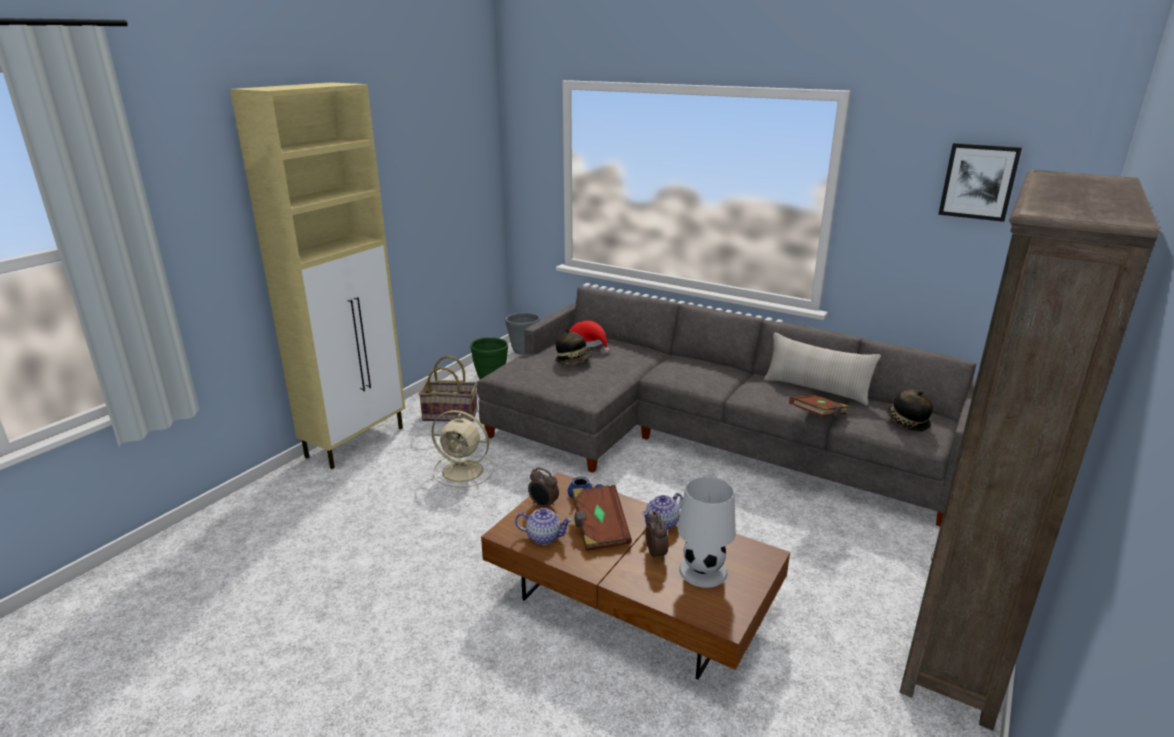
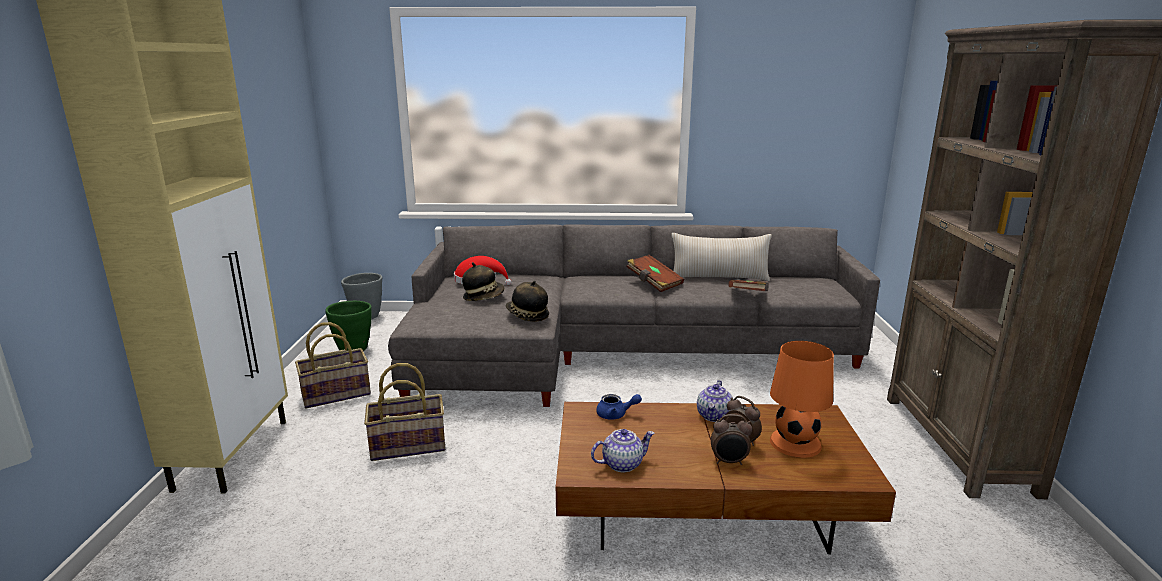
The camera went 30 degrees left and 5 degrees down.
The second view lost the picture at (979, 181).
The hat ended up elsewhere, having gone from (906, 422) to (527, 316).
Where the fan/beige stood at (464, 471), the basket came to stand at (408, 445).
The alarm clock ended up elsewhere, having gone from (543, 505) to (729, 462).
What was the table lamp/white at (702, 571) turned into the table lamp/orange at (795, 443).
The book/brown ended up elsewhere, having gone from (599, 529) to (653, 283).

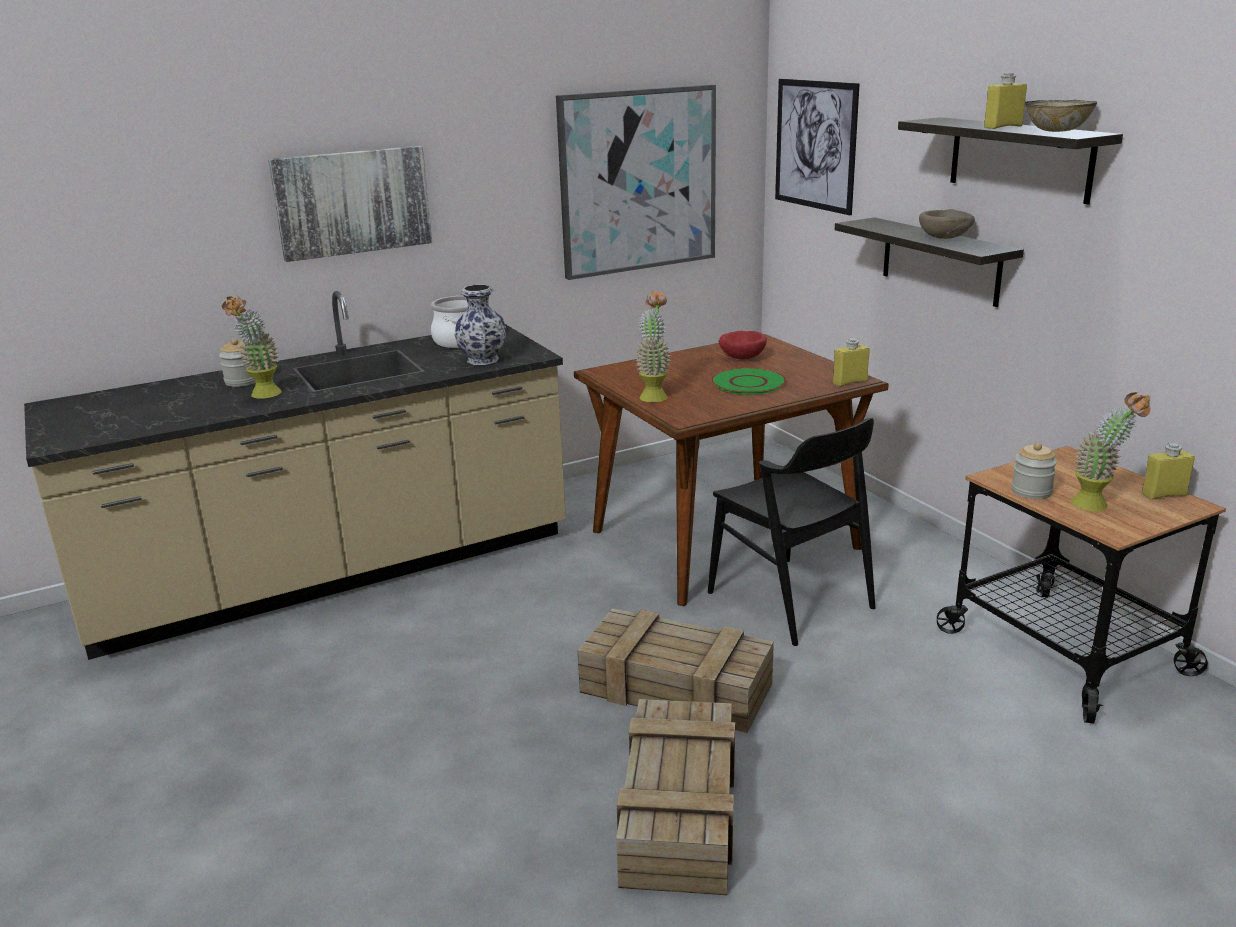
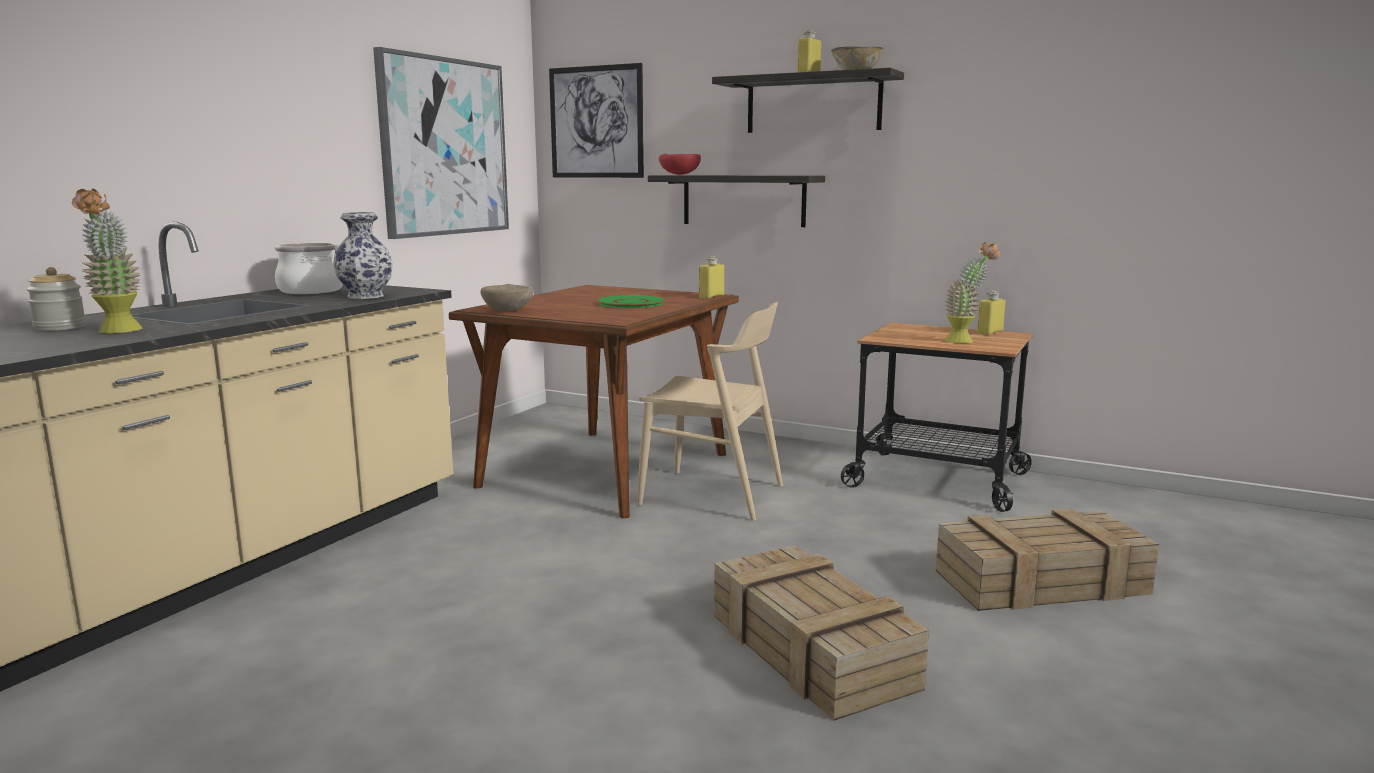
The camera went 35 degrees left and 10 degrees down.
The second view lost the picture at (352, 202).
The bowl/beige ended up elsewhere, having gone from (946, 238) to (509, 311).
The second view lost the potted plant at (654, 395).
The bowl/red ended up elsewhere, having gone from (742, 357) to (679, 174).
What was the chair/black at (790, 600) turned into the chair/beige at (712, 494).
The second view lost the jar at (1031, 491).
The crate ended up elsewhere, having gone from (679, 688) to (1043, 581).

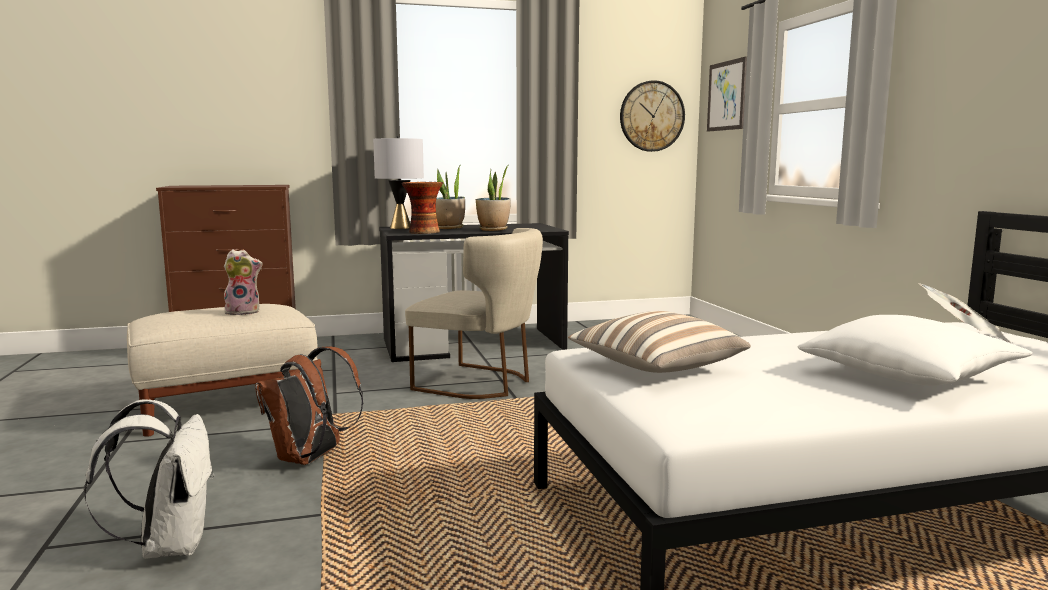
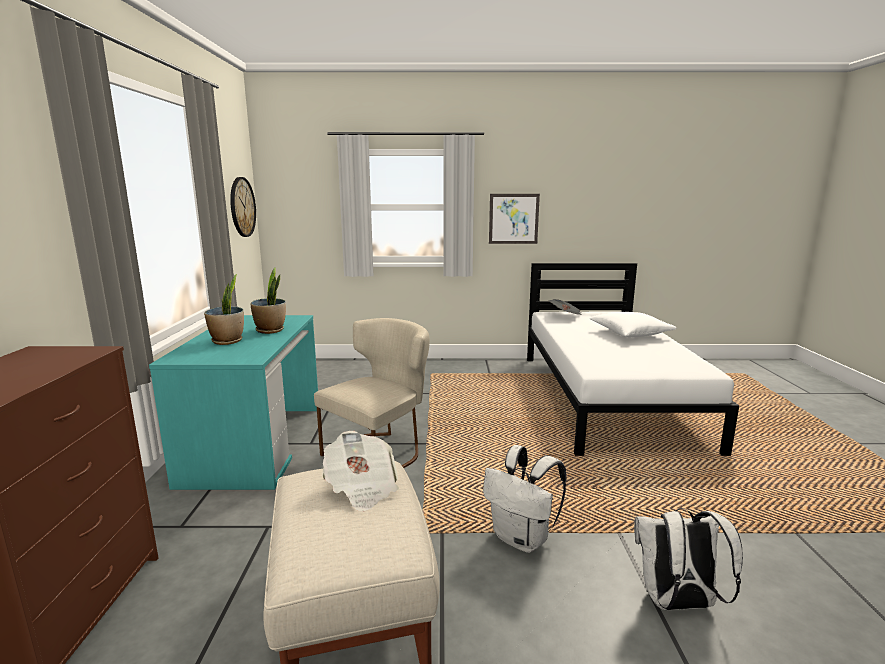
The camera went 75 degrees left and 5 degrees up.
The picture ended up elsewhere, having gone from (726, 96) to (513, 219).
The second view lost the table lamp/grey at (401, 227).
The second view lost the vase at (423, 232).
What was the desk/black at (472, 343) turned into the desk/turquoise at (255, 443).
Where the plush toy stood at (244, 312), the newspaper came to stand at (361, 488).
The second view lost the pillow at (655, 368).
What was the backpack/brown at (310, 459) turned into the backpack/white at (522, 539).

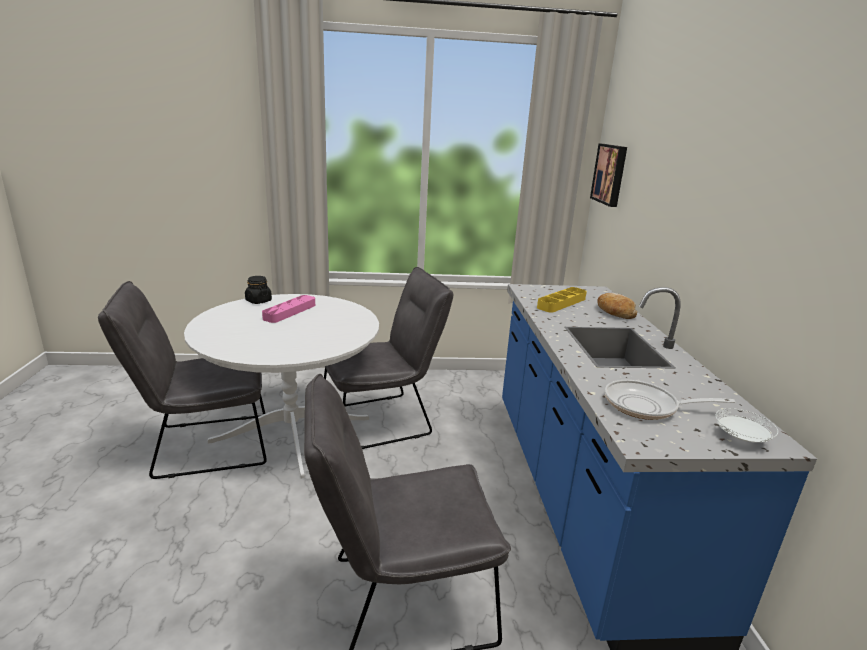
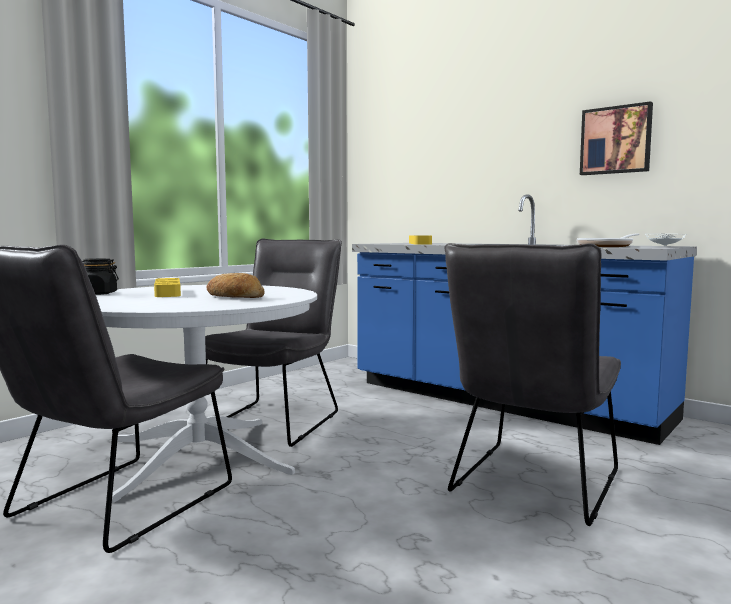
The camera went 45 degrees left and 15 degrees down.
The picture ended up elsewhere, having gone from (610, 174) to (616, 140).
The bread ended up elsewhere, having gone from (614, 312) to (234, 297).
What was the tray/pink at (290, 312) turned into the tray/yellow at (167, 292).

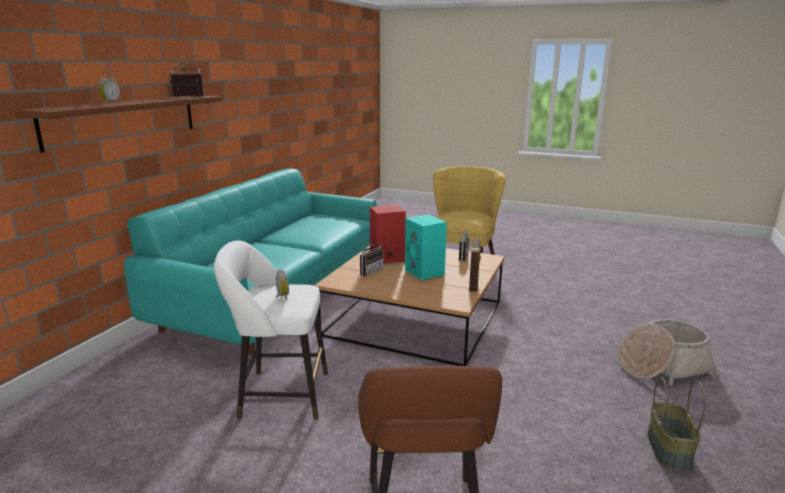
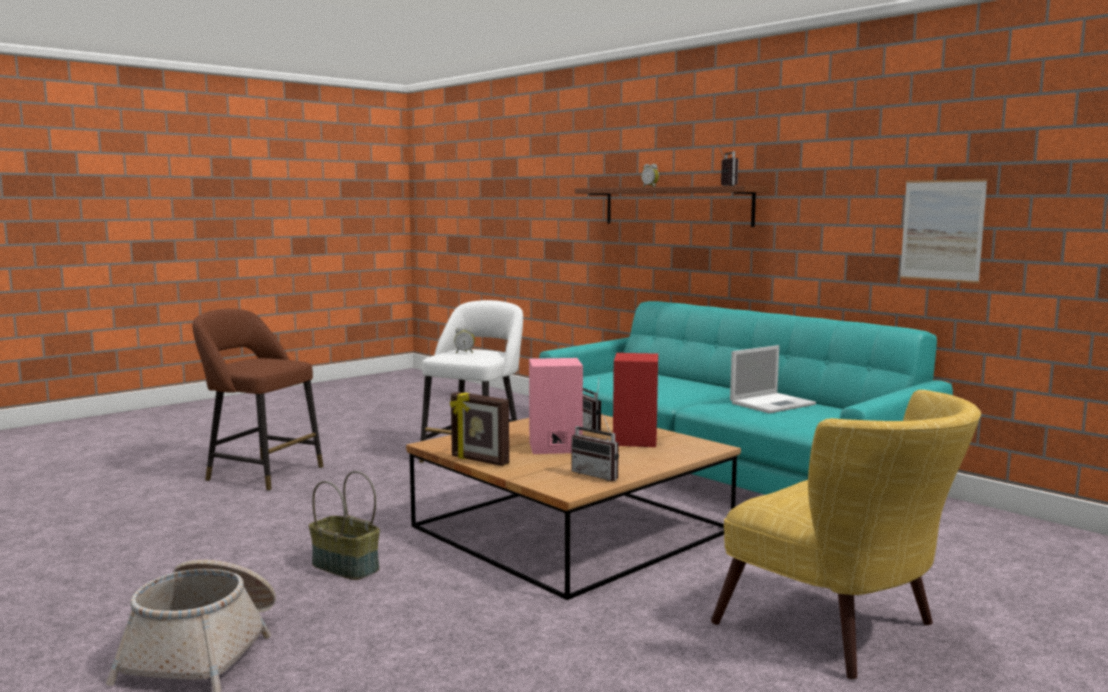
The camera went 115 degrees right and 10 degrees down.
What was the speaker/turquoise at (425, 272) turned into the speaker/pink at (554, 447).
The basket ended up elsewhere, having gone from (669, 450) to (344, 567).
The second view gained the picture at (942, 230).
The second view gained the laptop at (773, 403).

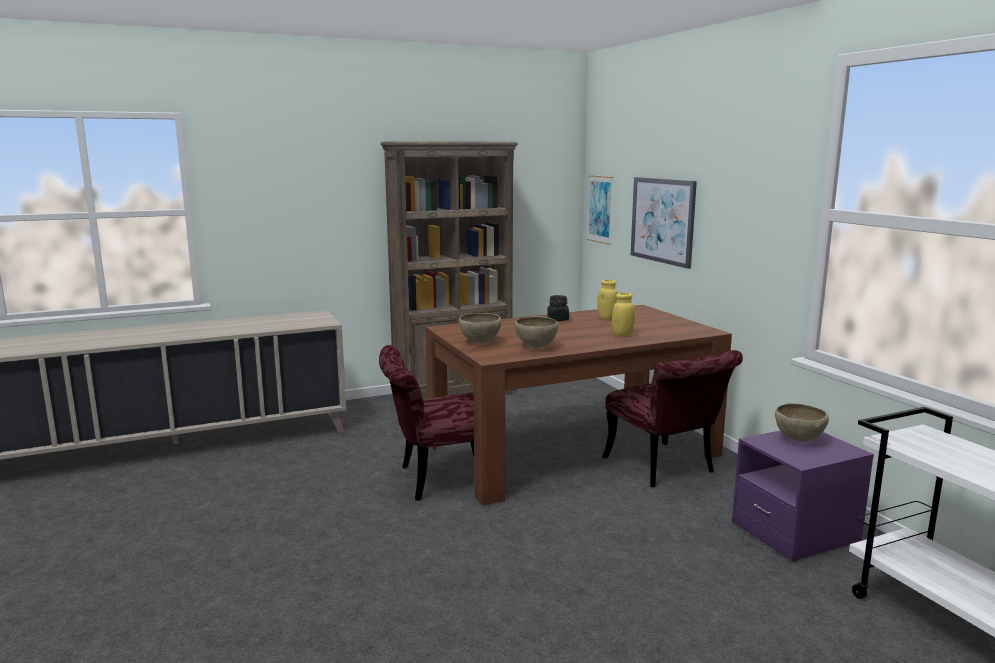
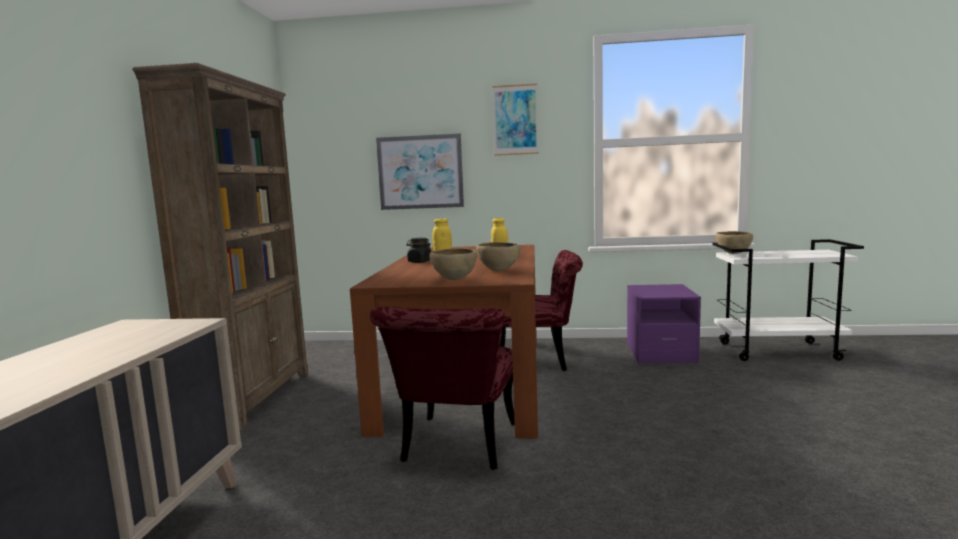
The camera went 60 degrees left and 5 degrees down.
The picture ended up elsewhere, having gone from (600, 209) to (515, 120).
The bowl/brown ended up elsewhere, having gone from (798, 440) to (733, 254).

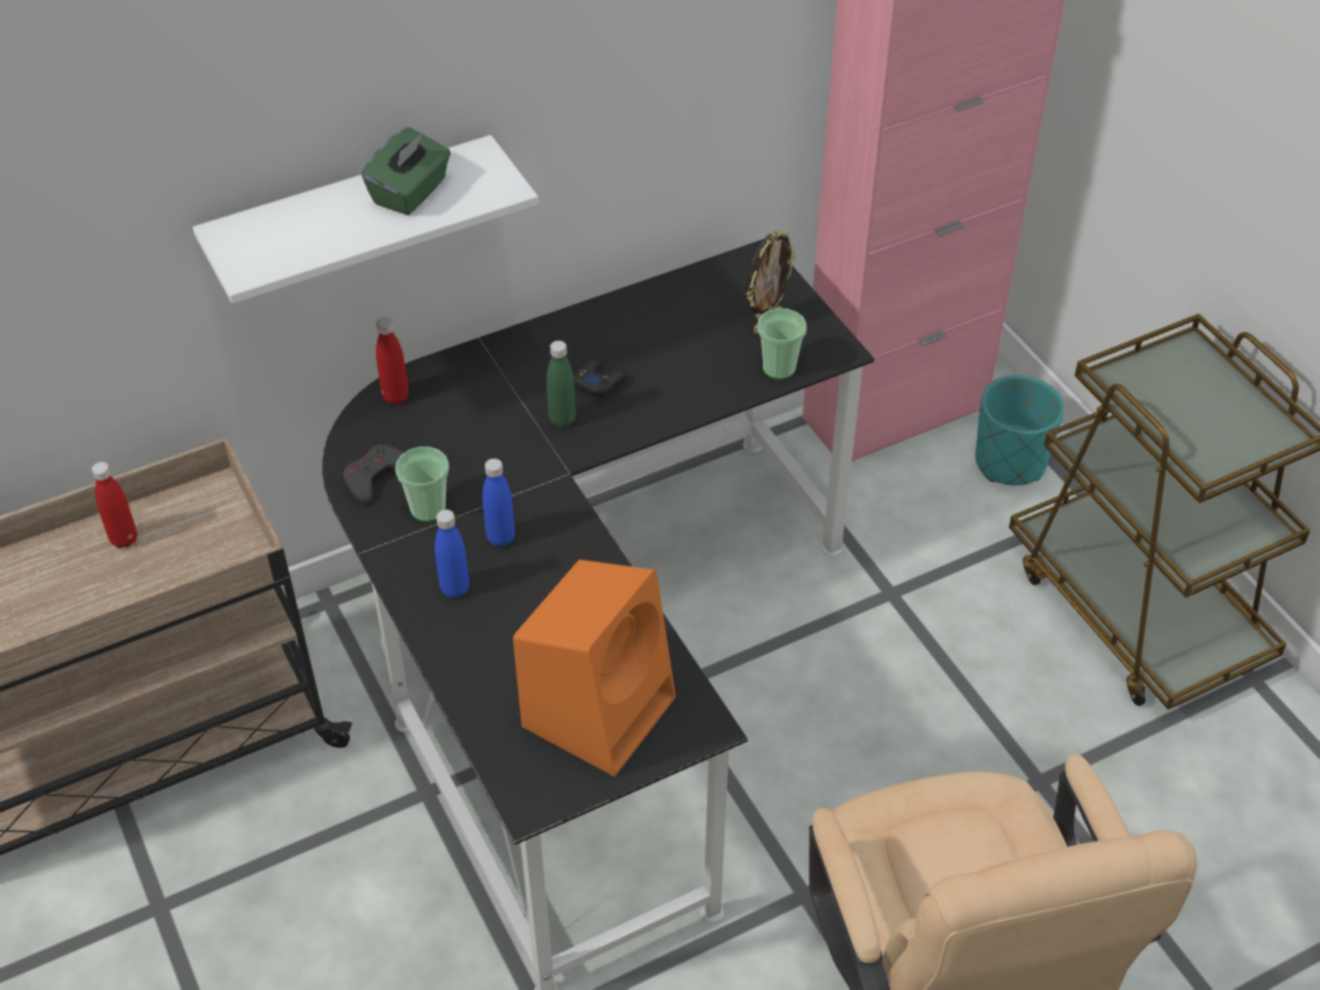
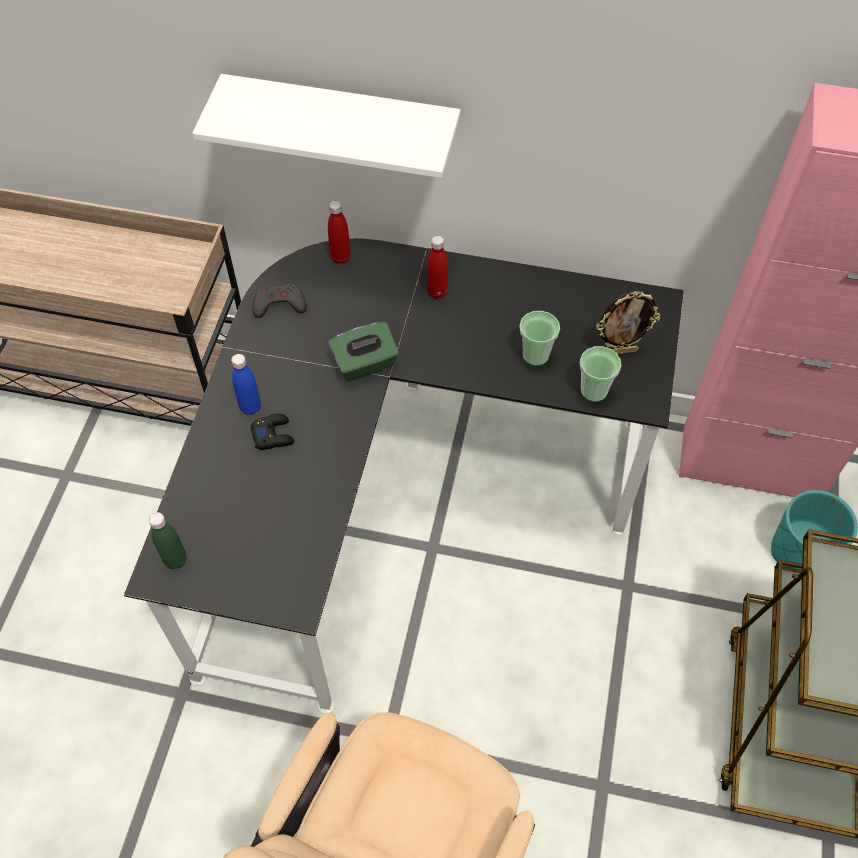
The camera went 40 degrees right and 10 degrees up.
The tissue box/green ended up elsewhere, having gone from (411, 192) to (365, 364).
The bottle/green ended up elsewhere, having gone from (562, 420) to (175, 560).
The game controller/black ended up elsewhere, having gone from (599, 382) to (273, 435).
The cup ended up elsewhere, having gone from (428, 509) to (535, 355).
The second view lost the bottle/blue at (500, 538).
The bottle/red ended up elsewhere, having gone from (124, 539) to (437, 292).
The second view lost the speaker/orange at (600, 708).

